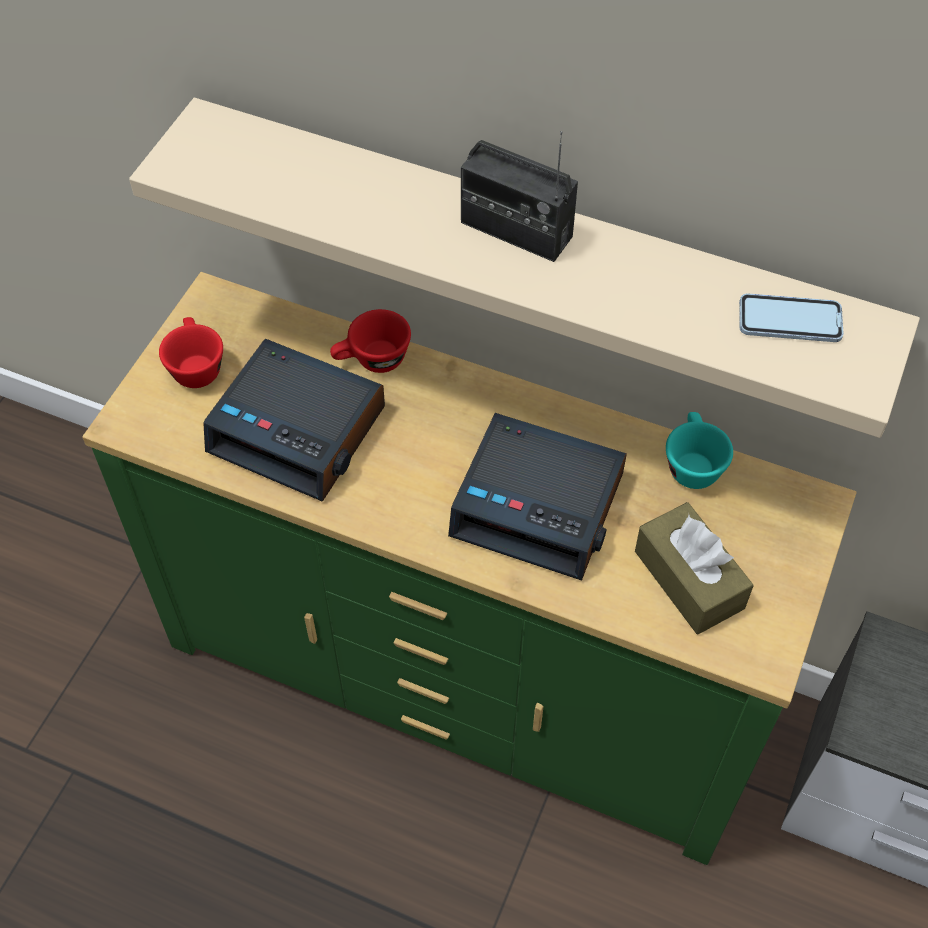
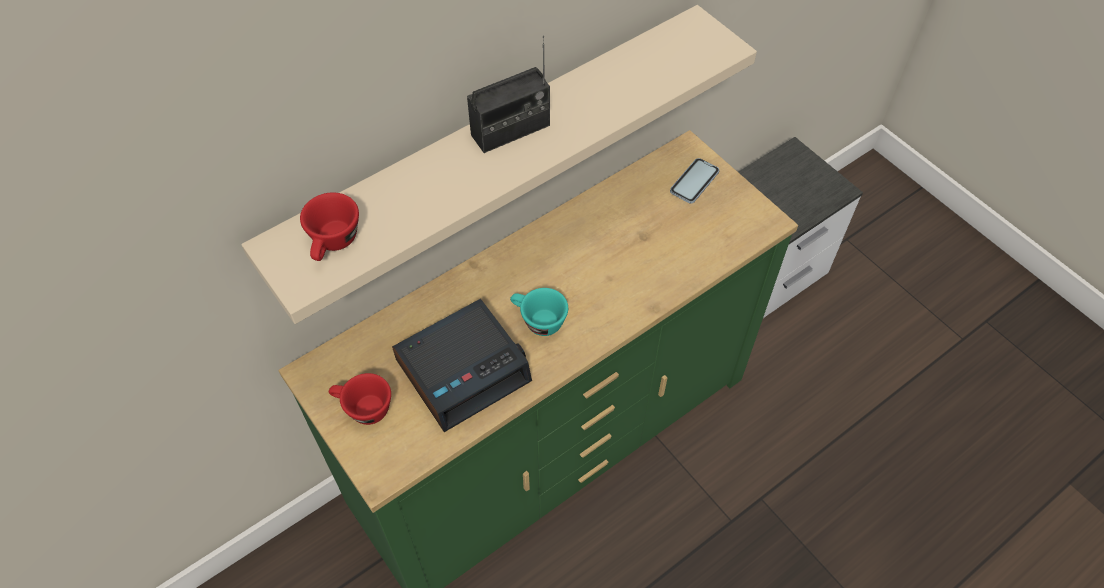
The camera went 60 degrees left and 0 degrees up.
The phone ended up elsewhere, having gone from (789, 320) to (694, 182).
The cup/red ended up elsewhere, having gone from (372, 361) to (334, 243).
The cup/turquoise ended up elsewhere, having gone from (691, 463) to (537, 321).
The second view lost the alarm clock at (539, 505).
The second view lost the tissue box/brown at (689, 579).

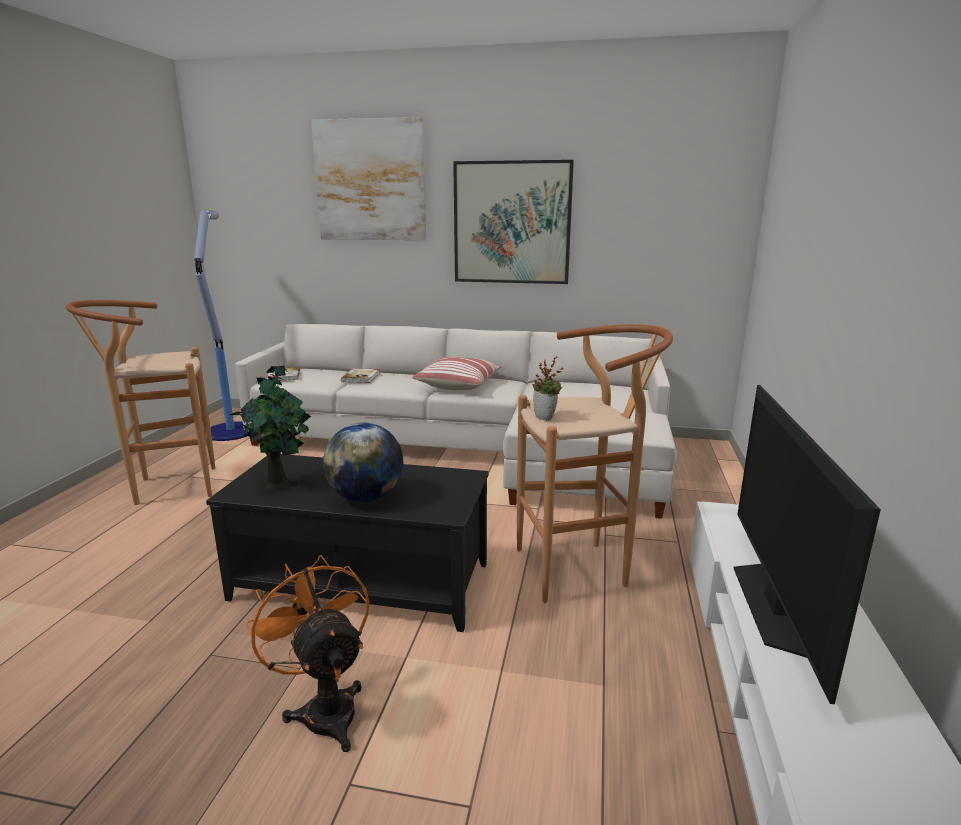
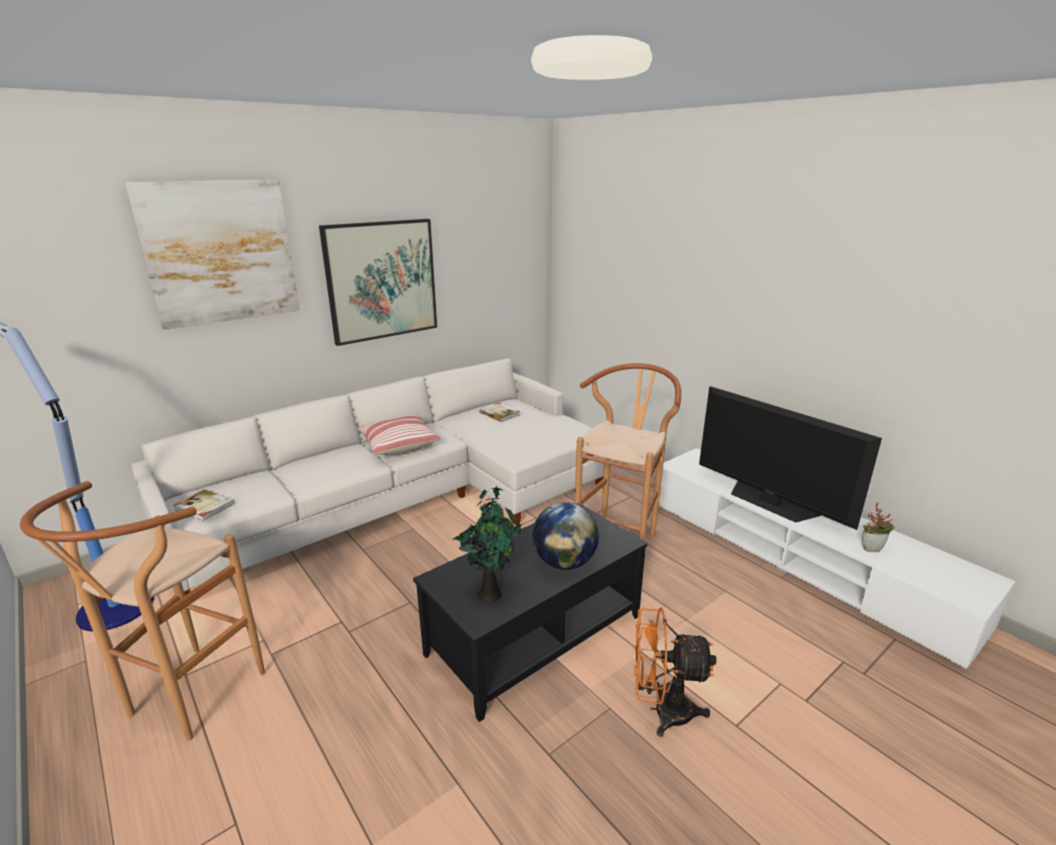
The camera went 50 degrees left and 5 degrees up.
The potted plant ended up elsewhere, having gone from (546, 418) to (871, 548).
The book ended up elsewhere, having gone from (361, 377) to (499, 413).

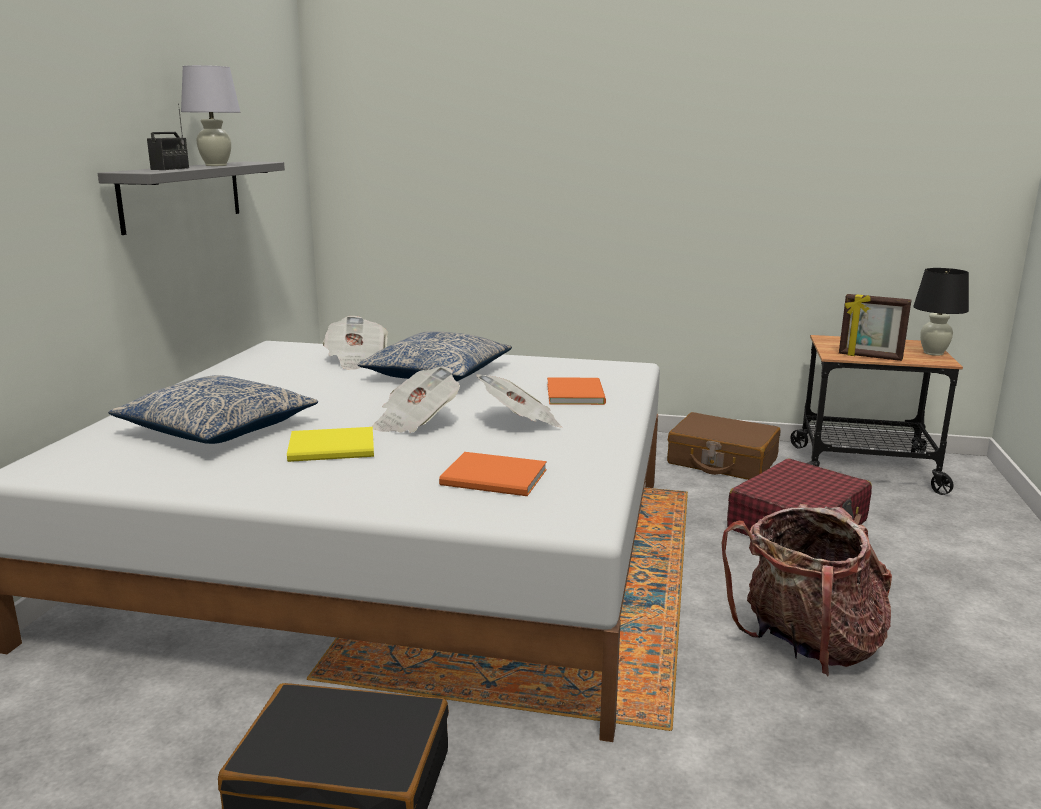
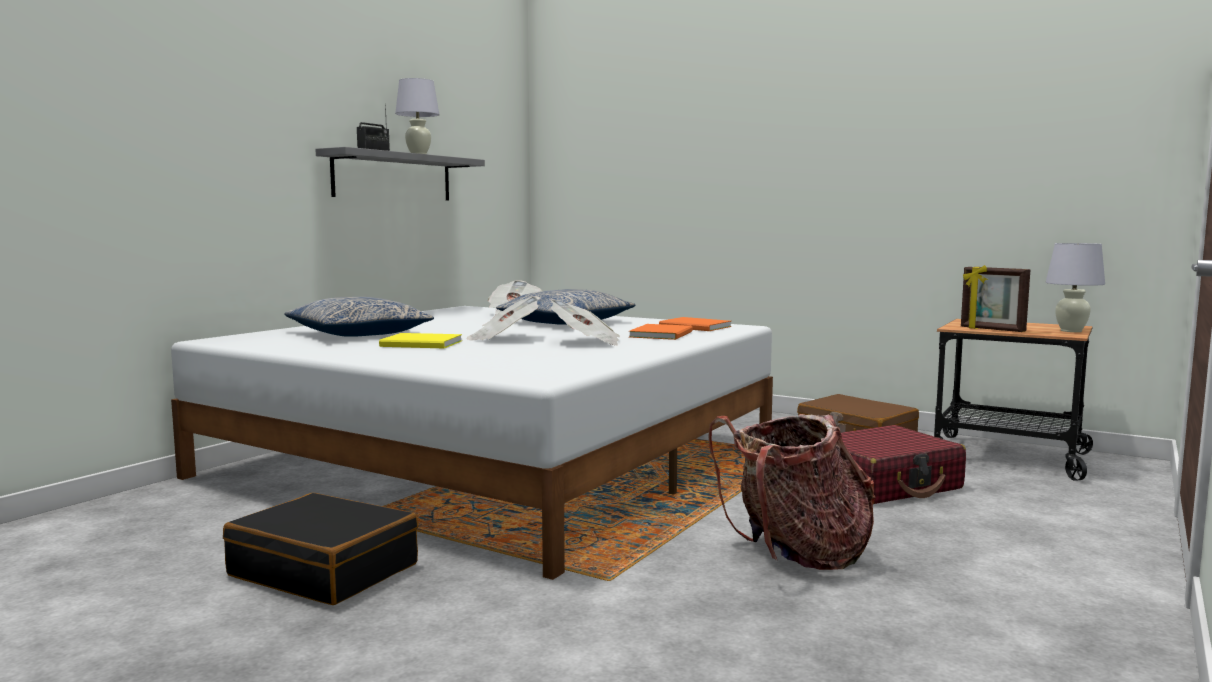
The camera went 20 degrees right and 10 degrees down.
What was the table lamp/black at (933, 353) turned into the table lamp/white at (1071, 331).
The book/orange ended up elsewhere, having gone from (496, 478) to (696, 327).

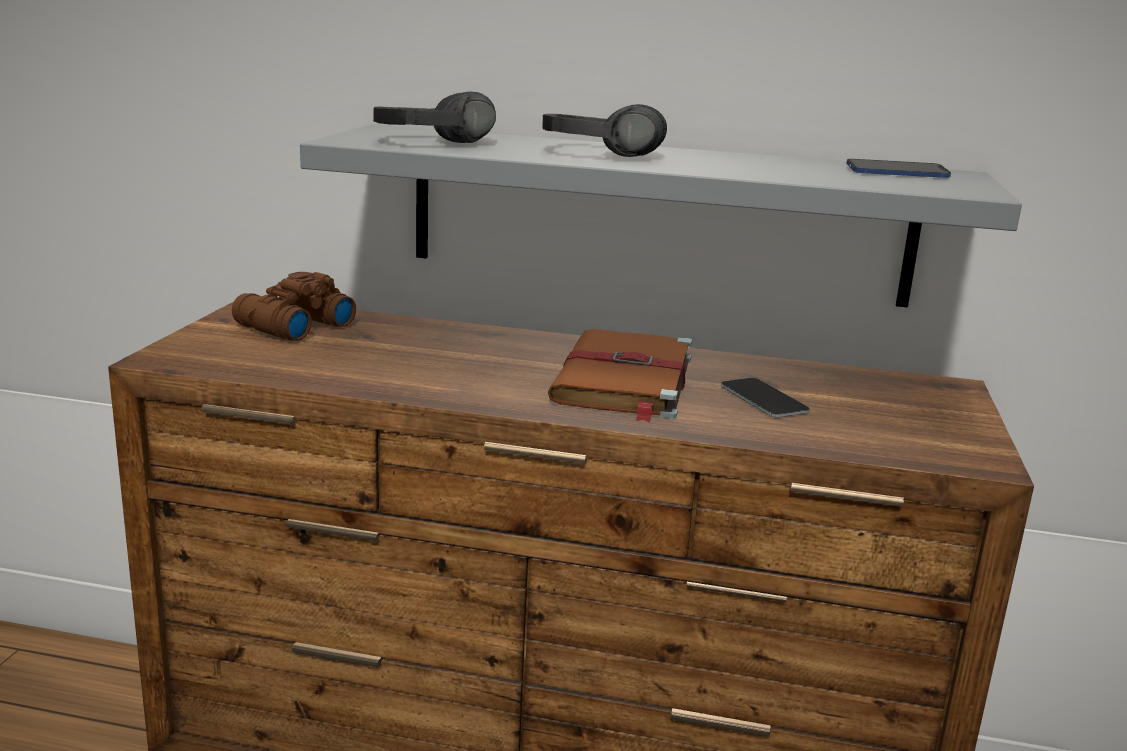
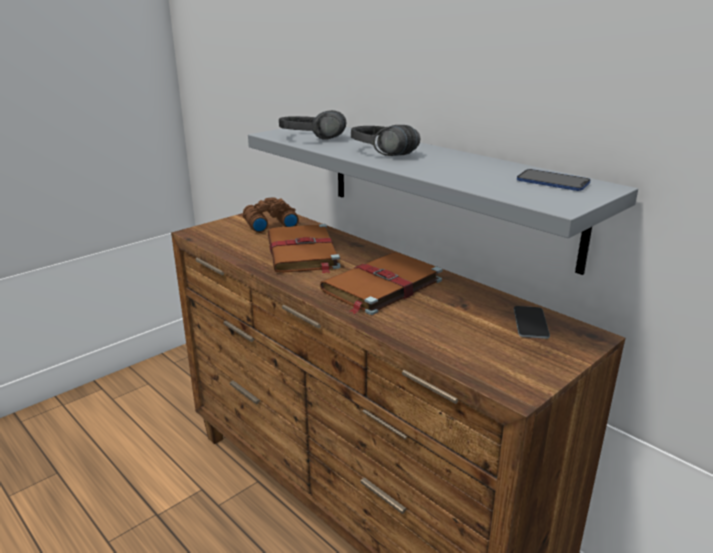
The camera went 35 degrees right and 5 degrees up.
The phone ended up elsewhere, having gone from (763, 399) to (530, 322).
The second view gained the book/brown at (302, 253).

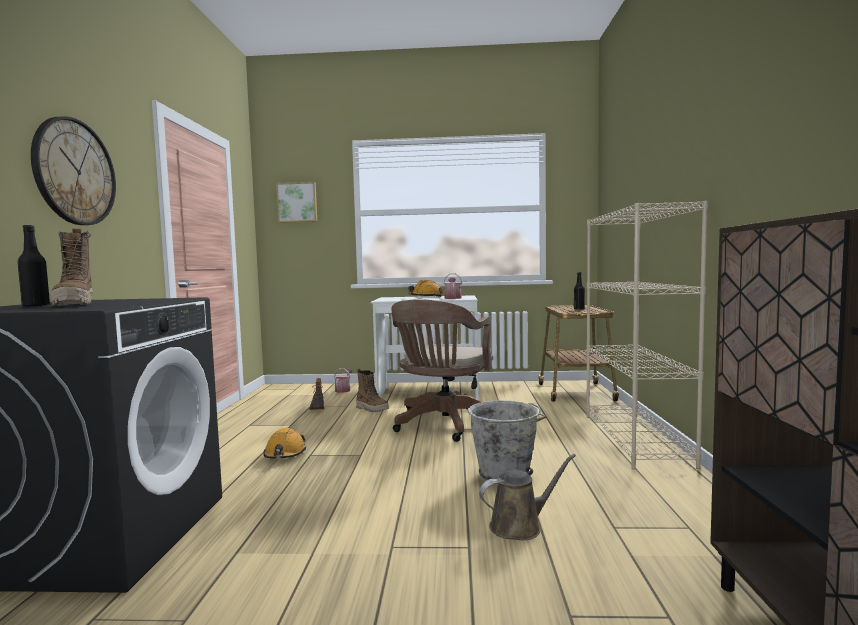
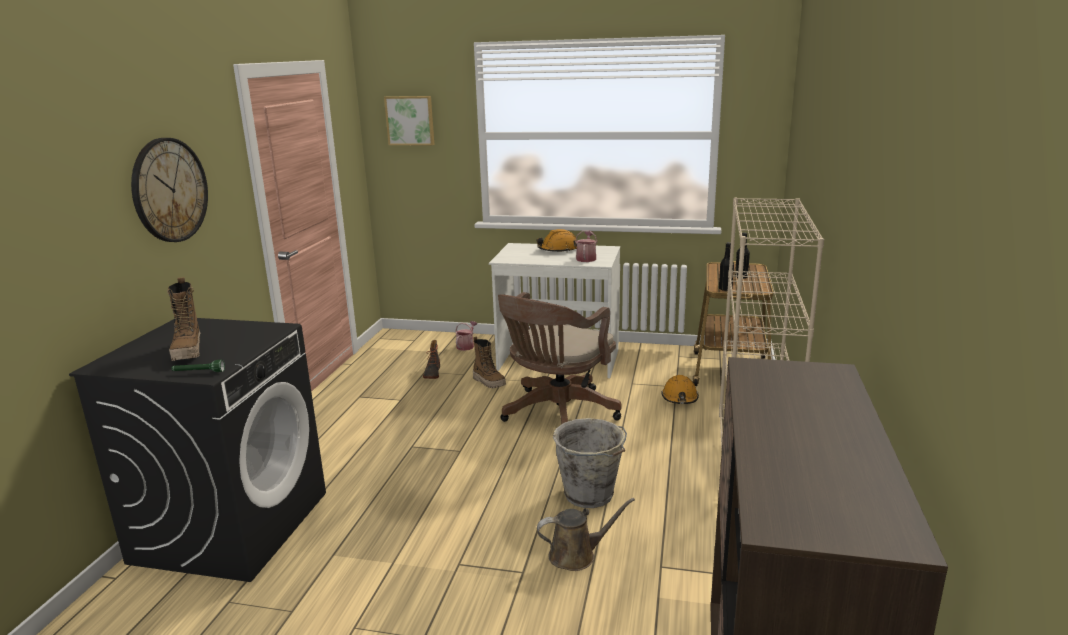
The camera went 10 degrees right and 15 degrees up.
The bottle/black ended up elsewhere, having gone from (36, 306) to (725, 289).
The hard hat/orange ended up elsewhere, having gone from (285, 454) to (680, 398).
The second view gained the flashlight/green at (198, 372).

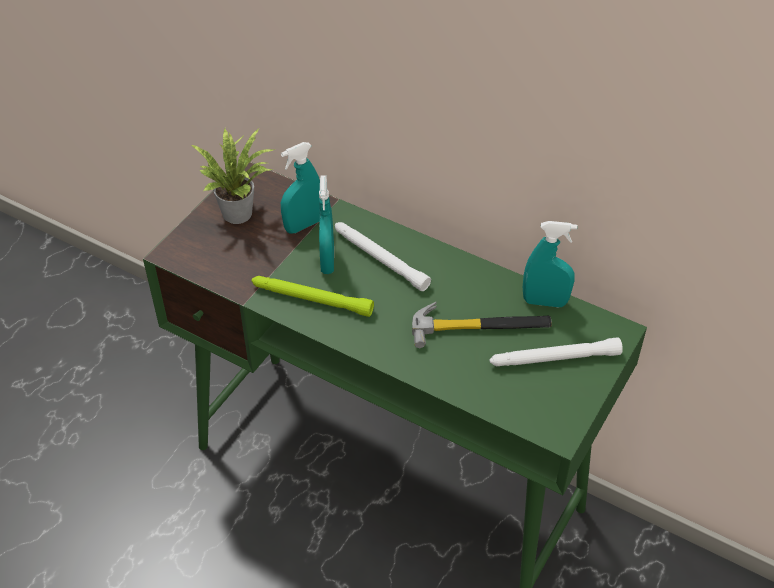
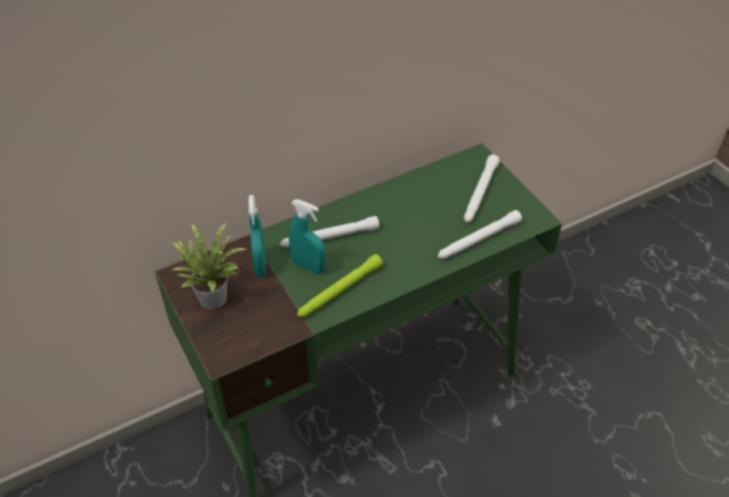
The camera went 60 degrees left and 0 degrees up.
The second view lost the spray bottle/turquoise at (545, 302).
The second view lost the hammer at (481, 326).
The second view gained the flashlight/white at (478, 240).

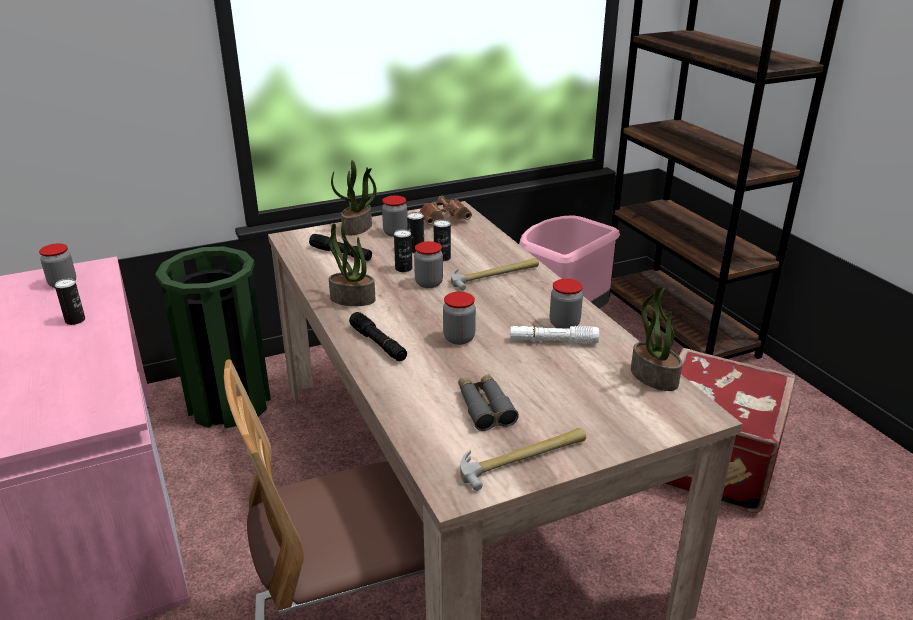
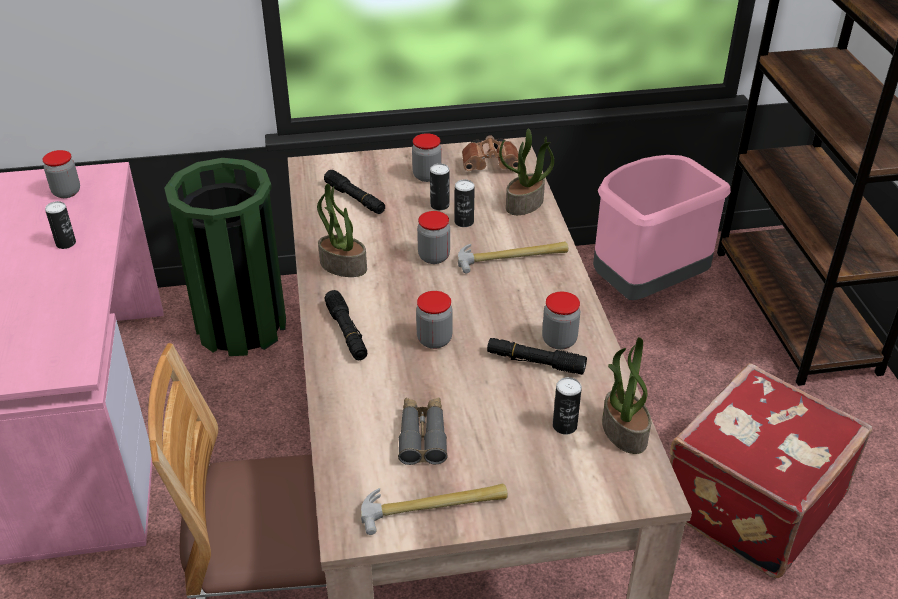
The camera went 15 degrees right and 10 degrees up.
The potted plant ended up elsewhere, having gone from (357, 228) to (525, 204).
The can ended up elsewhere, having gone from (403, 269) to (564, 426).
What was the flashlight/white at (553, 341) turned into the flashlight/black at (535, 362).

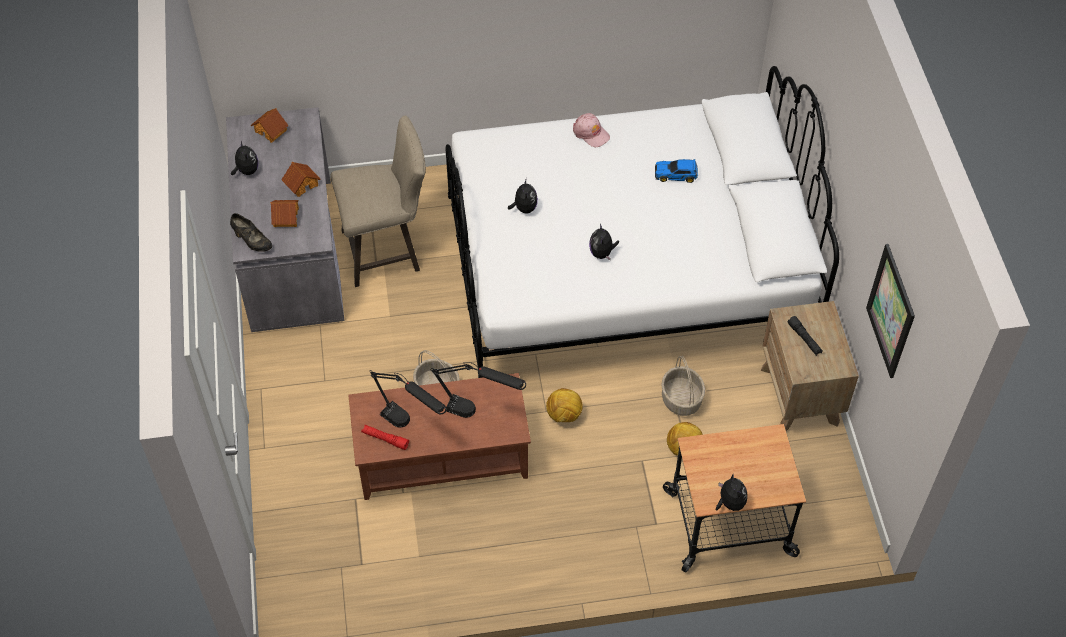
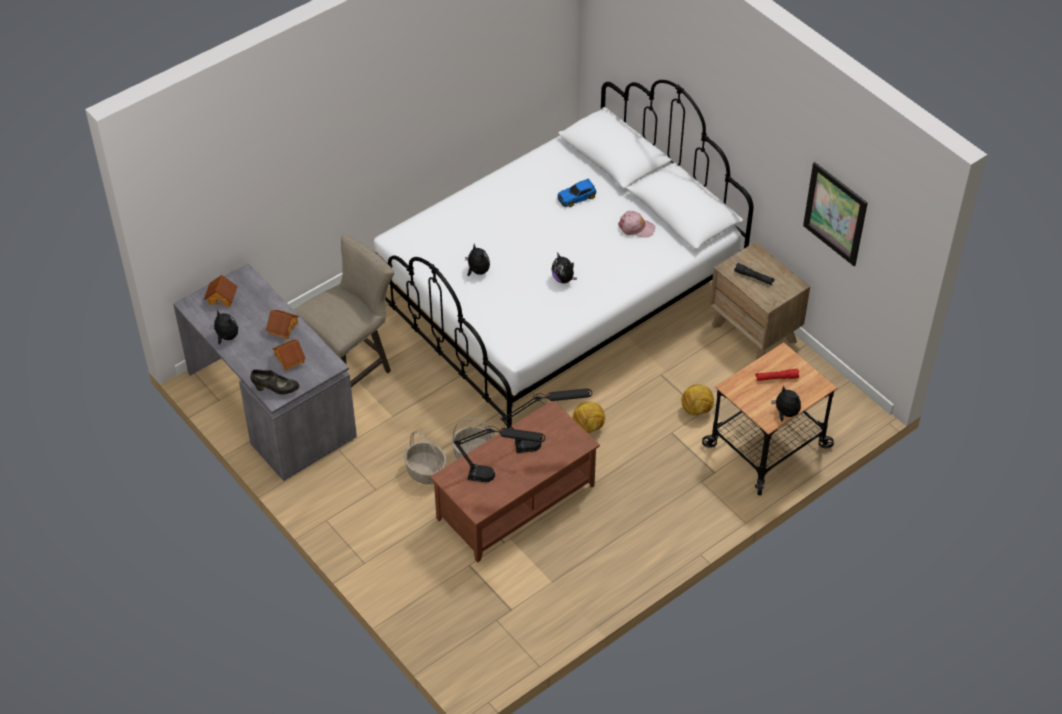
The camera went 30 degrees left and 5 degrees down.
The cap/pink ended up elsewhere, having gone from (591, 133) to (636, 227).
The basket ended up elsewhere, having gone from (681, 400) to (426, 471).
The flashlight/red ended up elsewhere, having gone from (385, 439) to (776, 378).

